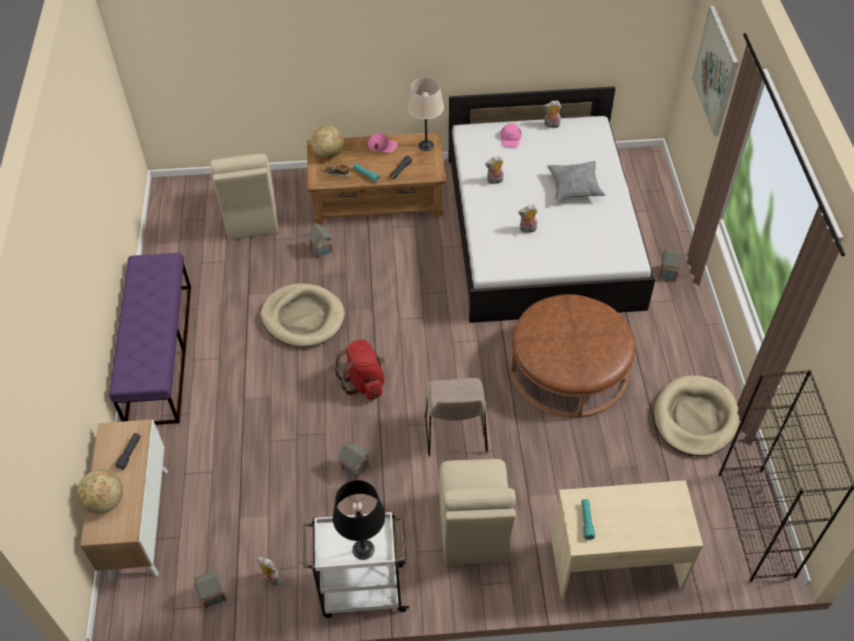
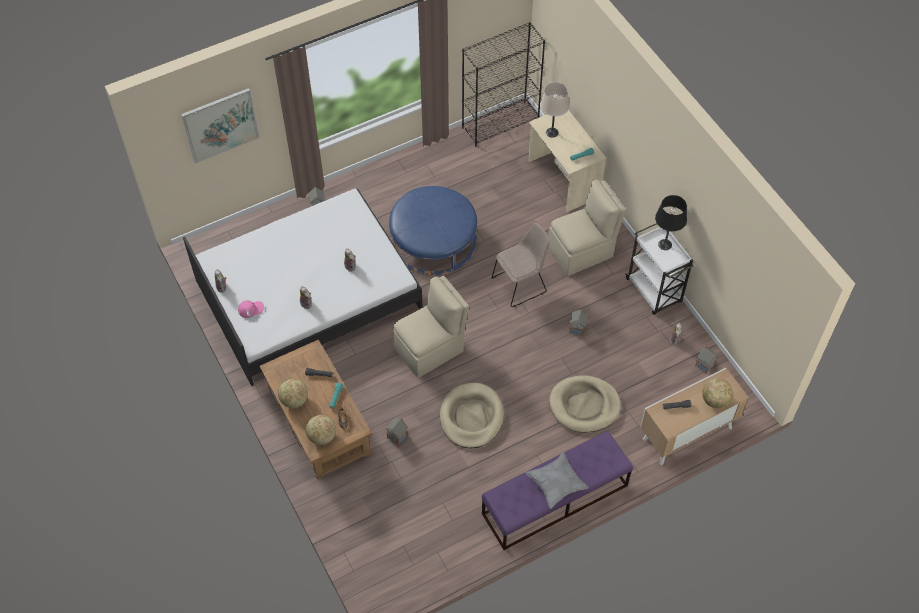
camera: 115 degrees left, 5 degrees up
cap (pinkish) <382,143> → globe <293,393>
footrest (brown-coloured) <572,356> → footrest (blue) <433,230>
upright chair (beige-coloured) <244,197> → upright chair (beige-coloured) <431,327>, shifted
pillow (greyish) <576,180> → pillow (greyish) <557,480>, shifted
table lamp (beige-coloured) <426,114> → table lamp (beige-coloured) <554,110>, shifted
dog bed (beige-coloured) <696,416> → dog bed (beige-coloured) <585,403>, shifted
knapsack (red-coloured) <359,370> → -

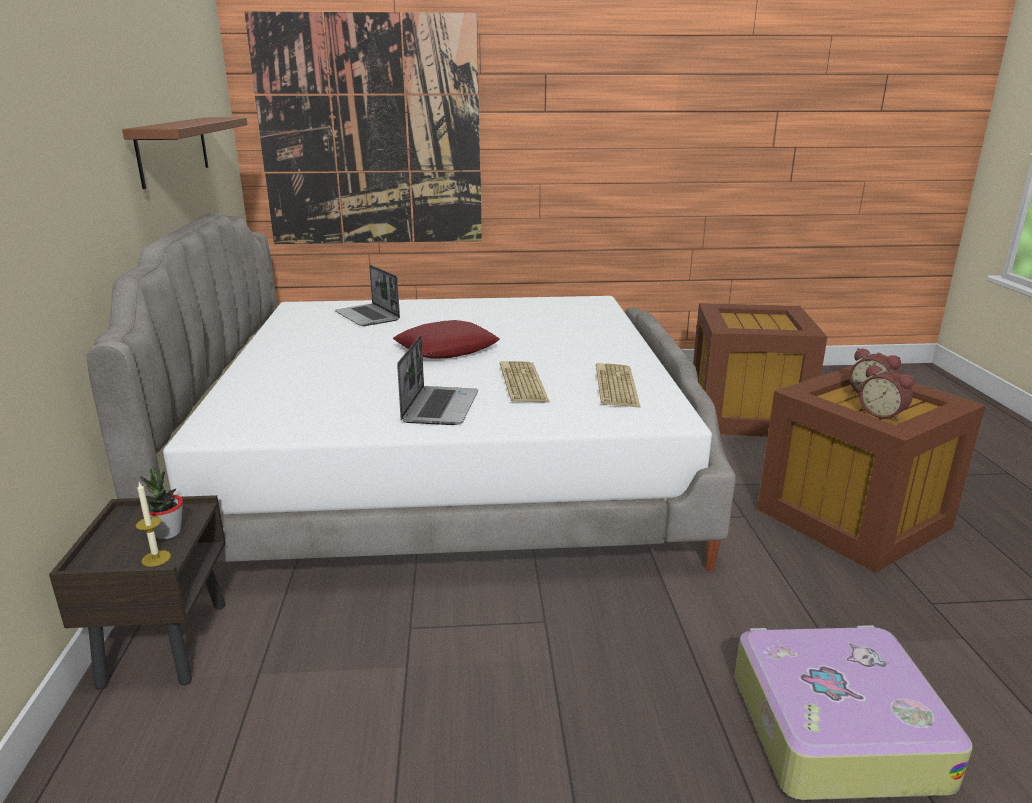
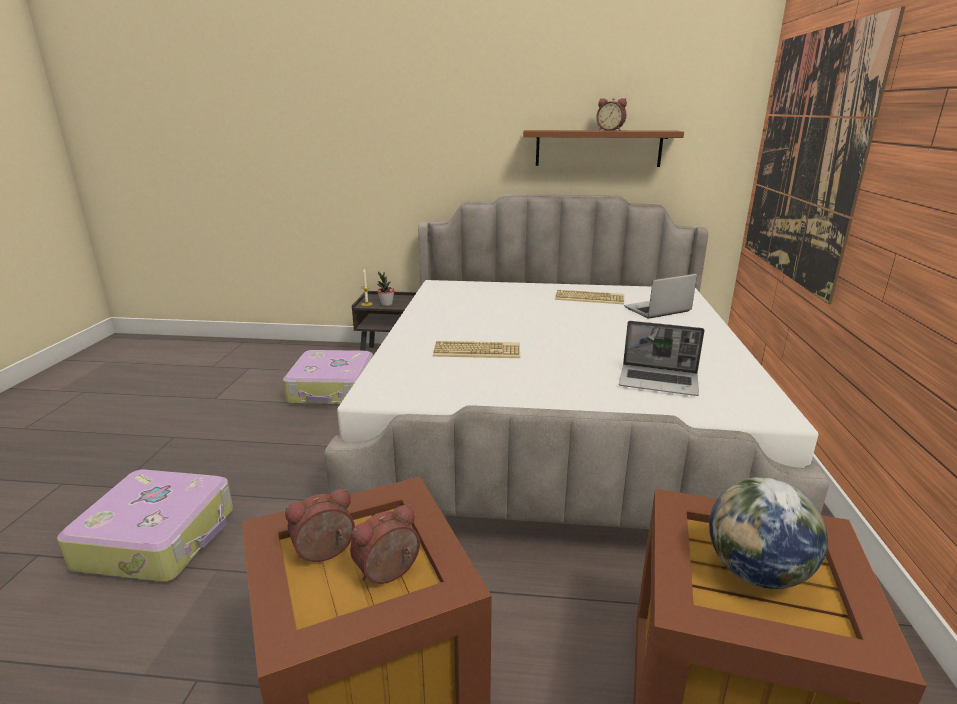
camera: 100 degrees right, 0 degrees up
- → travel case <328,377>
keyboard <618,385> → keyboard <589,297>, shifted
- → bedside clock <611,114>
portable computer <437,380> → portable computer <662,358>, shifted
- → globe <768,533>
pillow (red-coloured) <446,339> → -

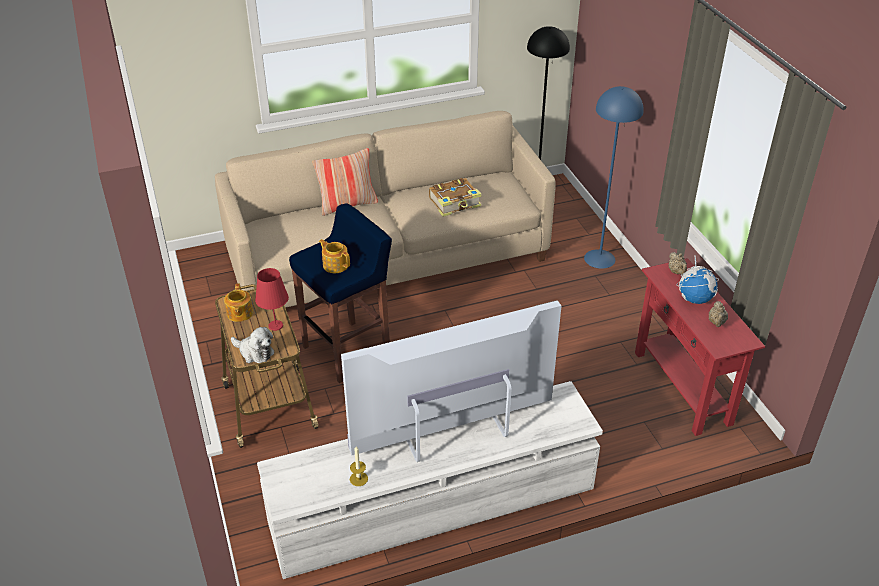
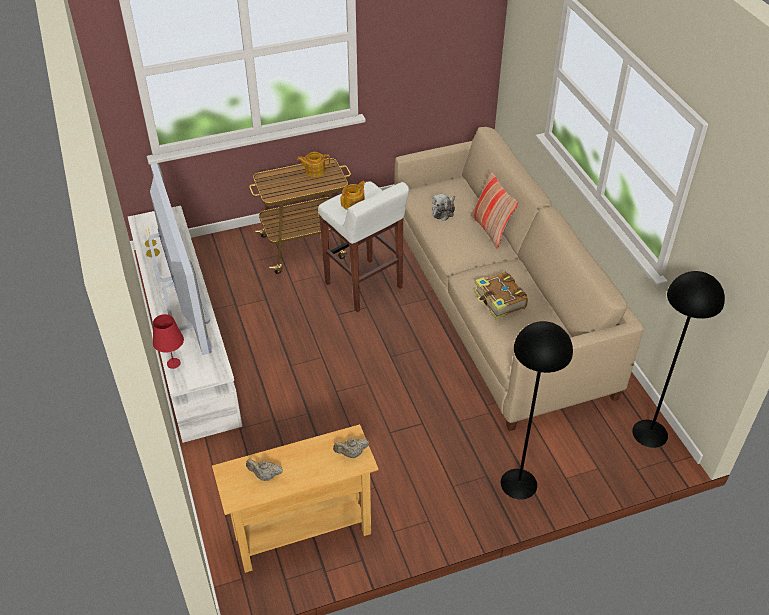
camera: 90 degrees right, 5 degrees up
table lamp (red-coloured) <272,299> → table lamp (red-coloured) <168,341>, shifted
hall table (red-coloured) <700,347> → hall table (beige-coloured) <295,498>
stool (blue) <340,293> → stool (white) <364,246>
plush toy <253,345> → plush toy <443,207>, shifted
standard lamp (blue) <614,177> → standard lamp (black-coloured) <537,410>
globe <697,279> → -

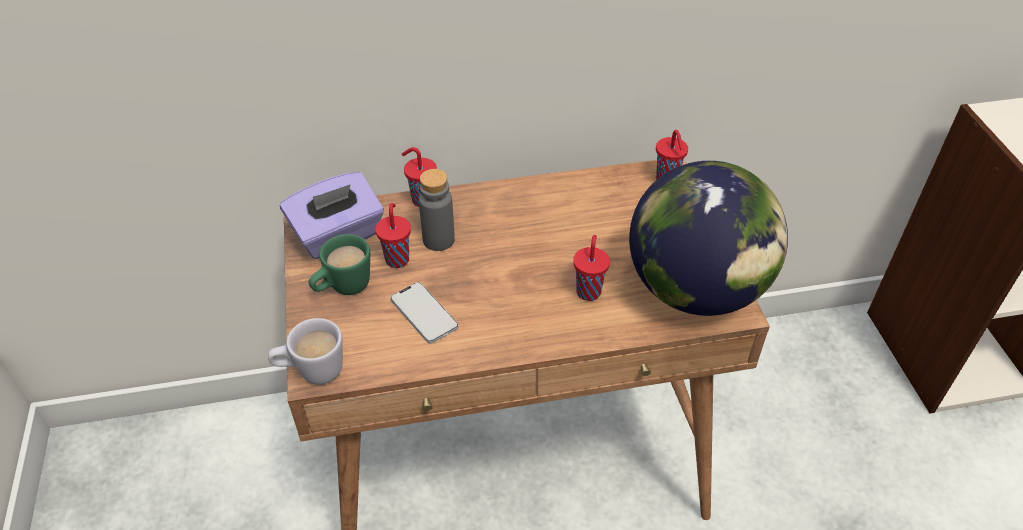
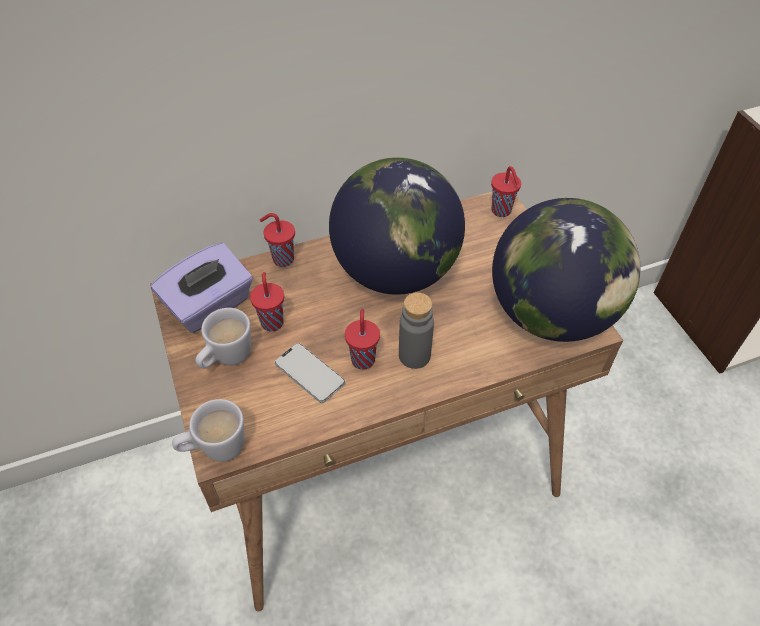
camera: 10 degrees left, 5 degrees up
mug (greenish) <339,264> → mug (white) <223,338>
- → globe <397,226>
drinking cup (red-coloured) <591,268> → drinking cup (red-coloured) <362,339>, shifted
drink bottle (greyish) <437,210> → drink bottle (greyish) <416,331>, shifted

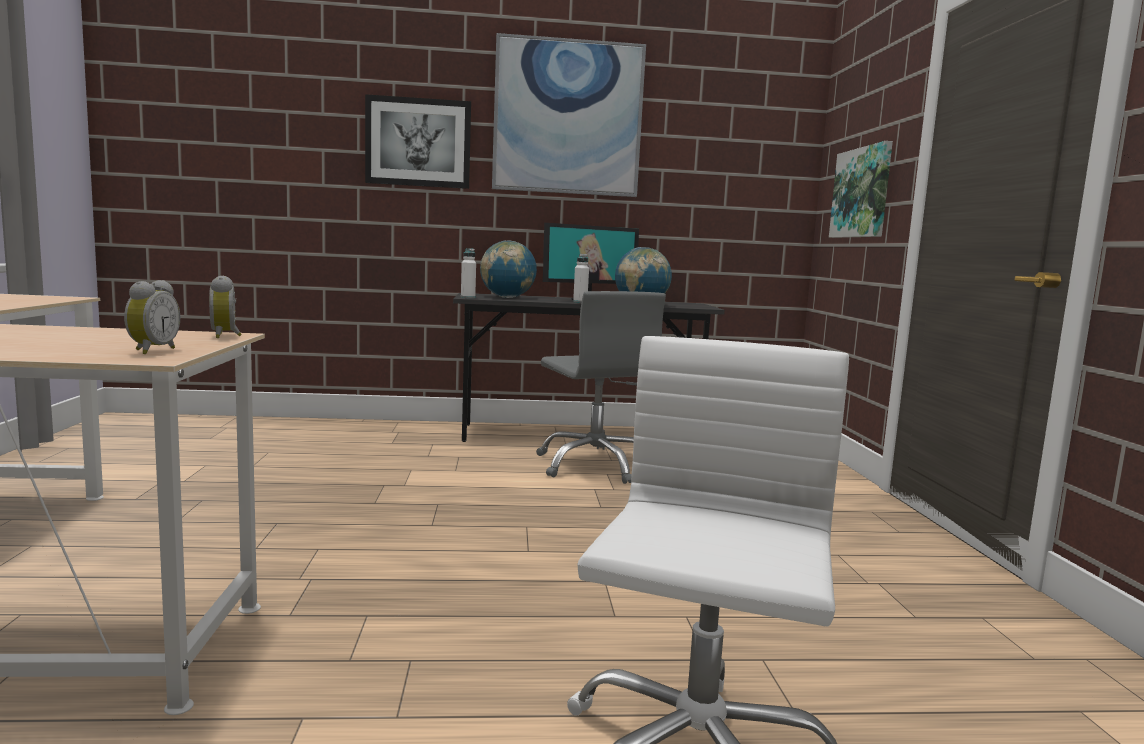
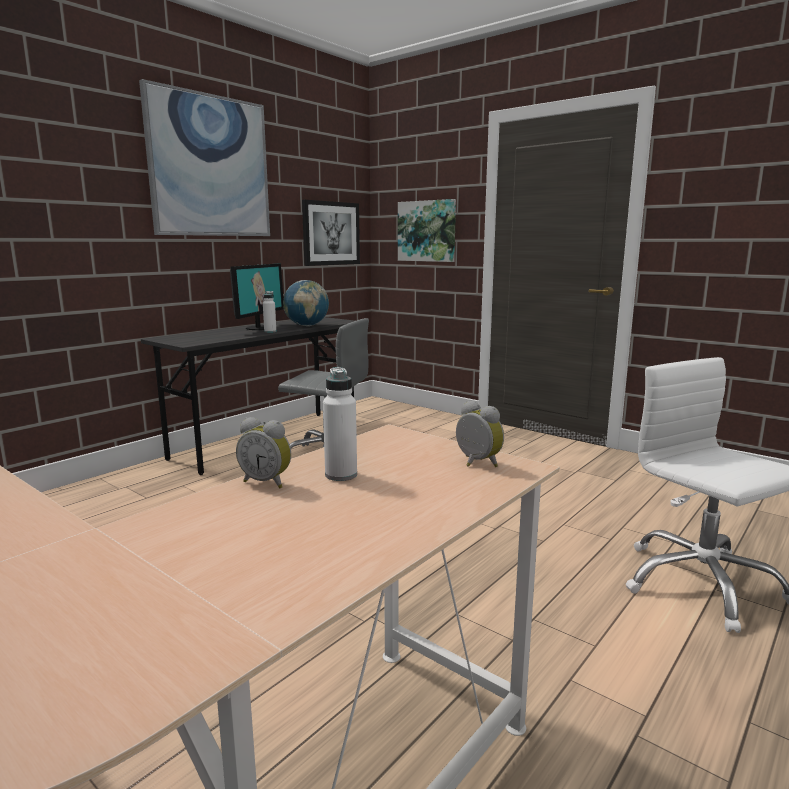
camera: 45 degrees left, 5 degrees up
bedside clock <225,307> → bedside clock <263,452>, shifted
wall picture <418,141> → wall picture <331,233>, shifted
drink bottle (white) <468,273> → drink bottle (white) <340,424>, shifted
globe <508,269> → -

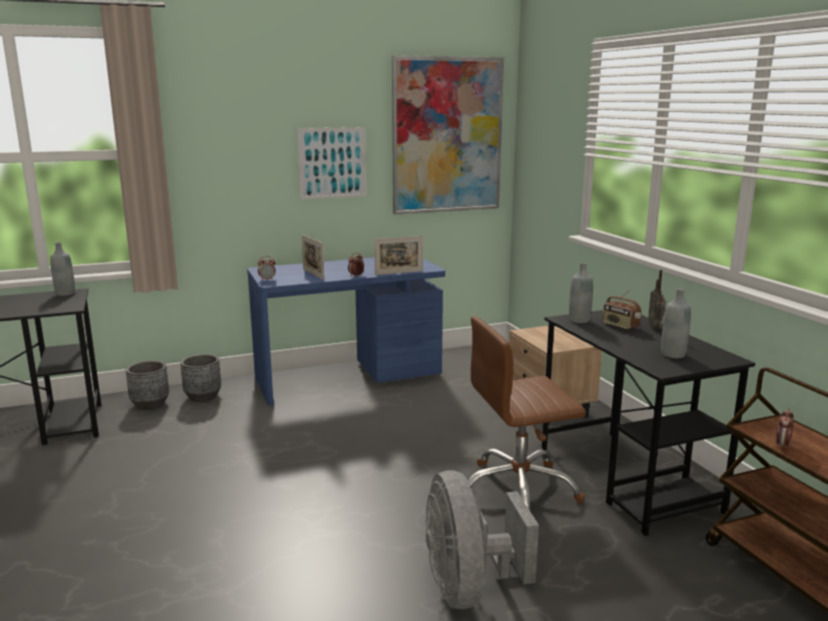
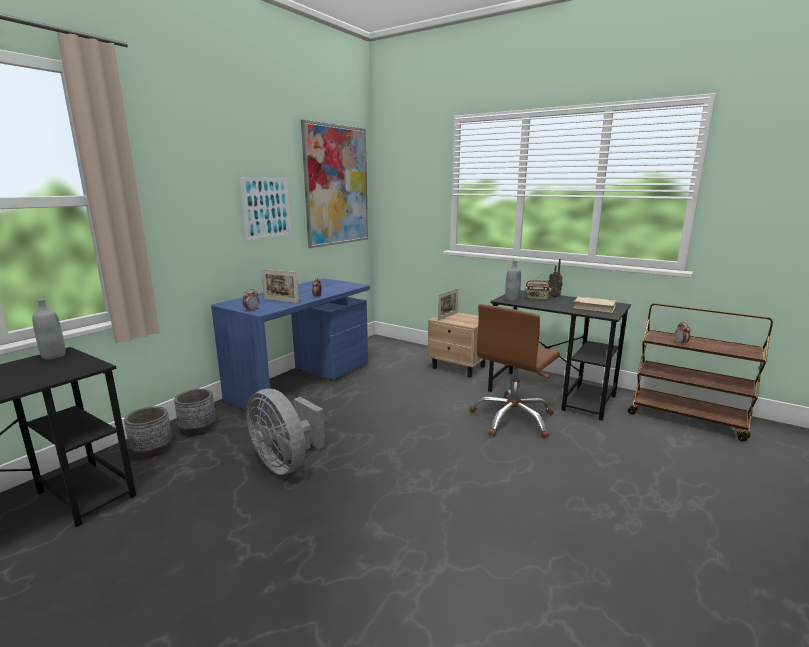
camera: 35 degrees left, 0 degrees up
cooling fan (greyish) <482,539> → cooling fan (greyish) <285,431>, shifted
picture frame <398,255> → picture frame <448,304>, shifted
drink bottle (greyish) <676,323> → volume (beige-coloured) <593,305>

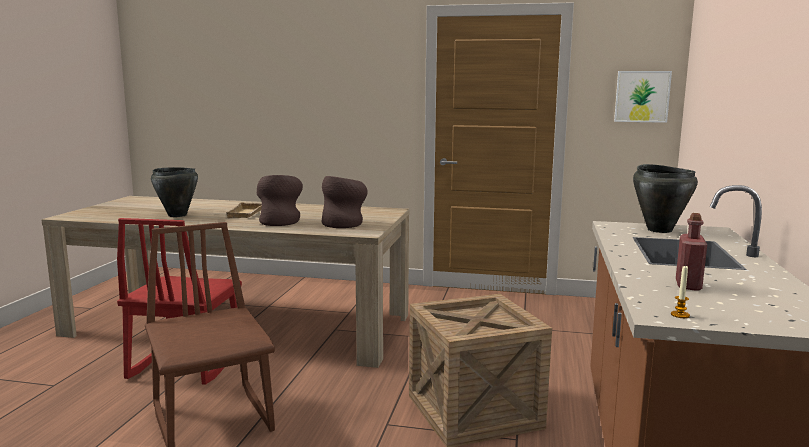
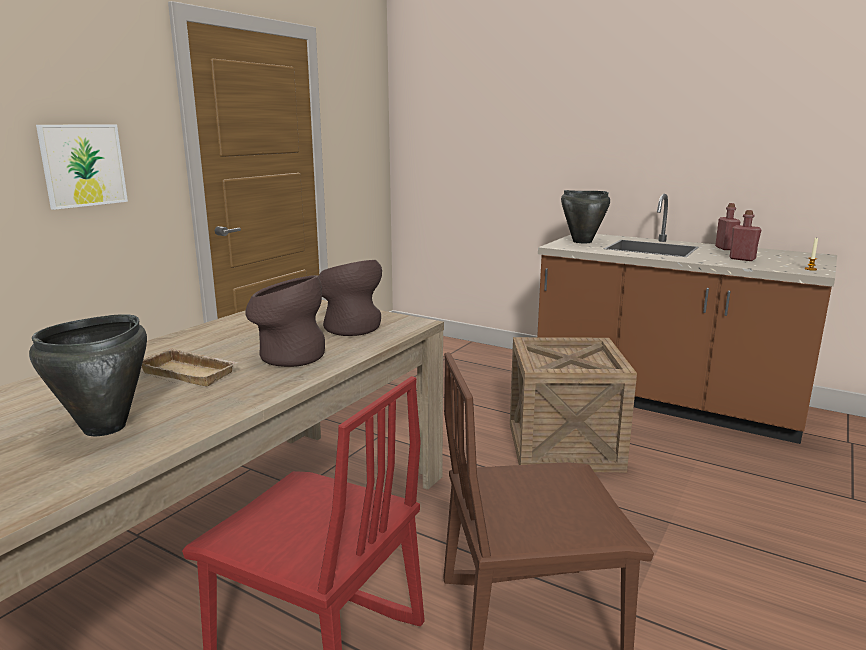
camera: 70 degrees left, 5 degrees up
wall picture <643,97> → wall picture <82,167>, shifted
- → drink bottle (red-coloured) <728,226>

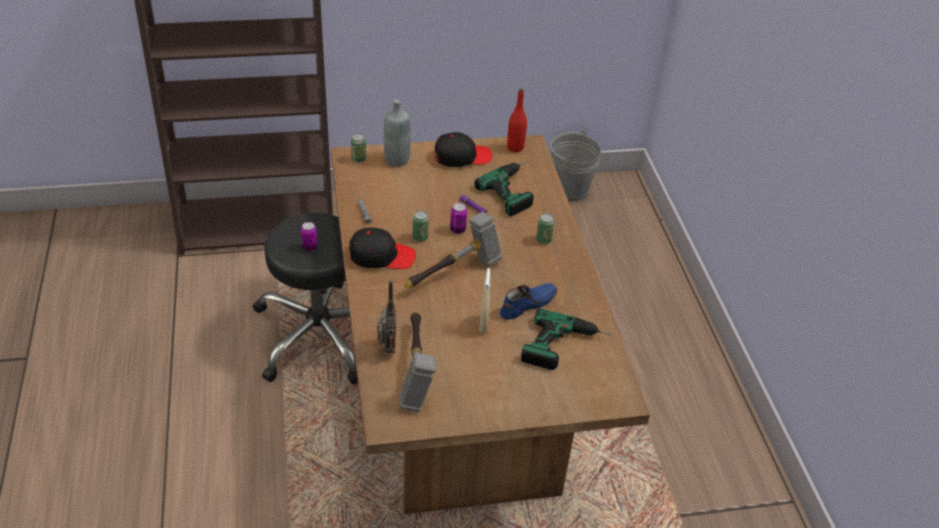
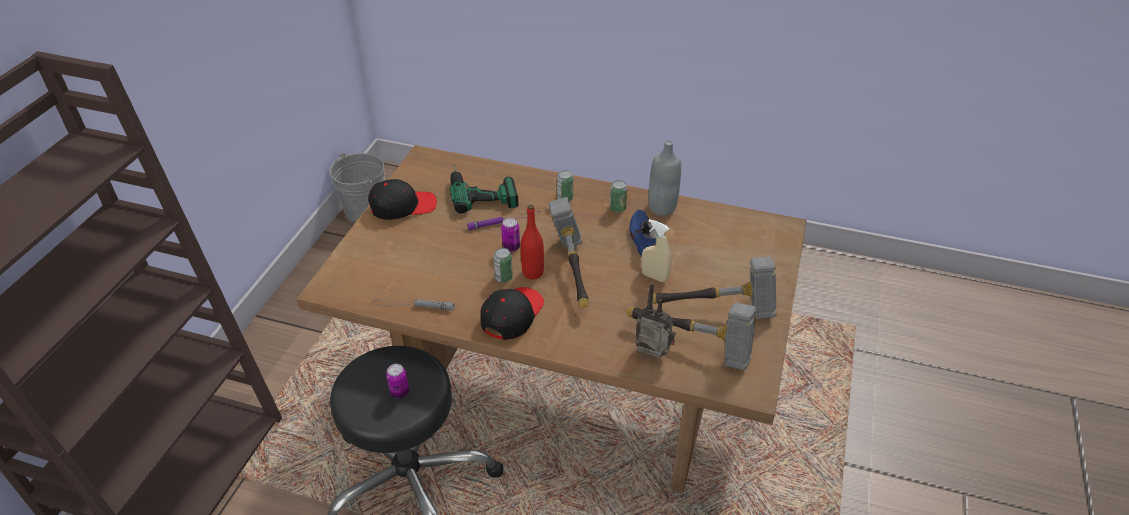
camera: 60 degrees left, 0 degrees up
cap (black-coloured) <463,149> → cap (black-coloured) <402,199>, 60 degrees clockwise
drink bottle (red-coloured) <517,120> → drink bottle (red-coloured) <532,241>, shifted
metal can <358,148> → metal can <618,196>, shifted
drink bottle (greyish) <397,133> → drink bottle (greyish) <665,178>, shifted
- → hand hammer <714,288>
electric drill <567,339> → -

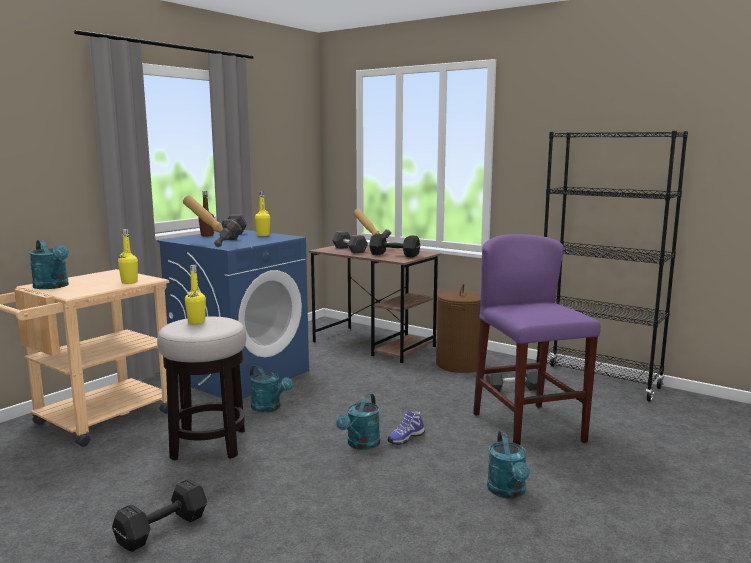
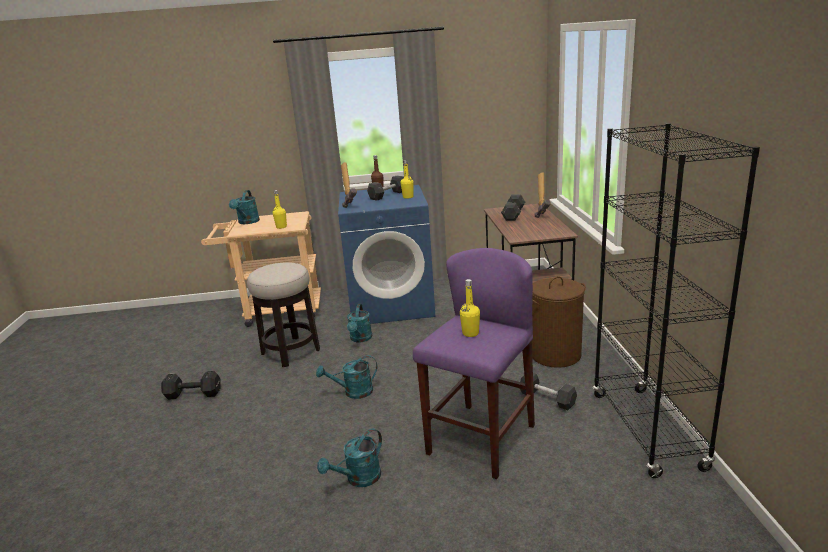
camera: 50 degrees right, 10 degrees up
drink bottle (yellowish) <195,294> → drink bottle (yellowish) <470,308>, shifted
free weight (black-coloured) <394,246> → -
shoe <406,428> → -

